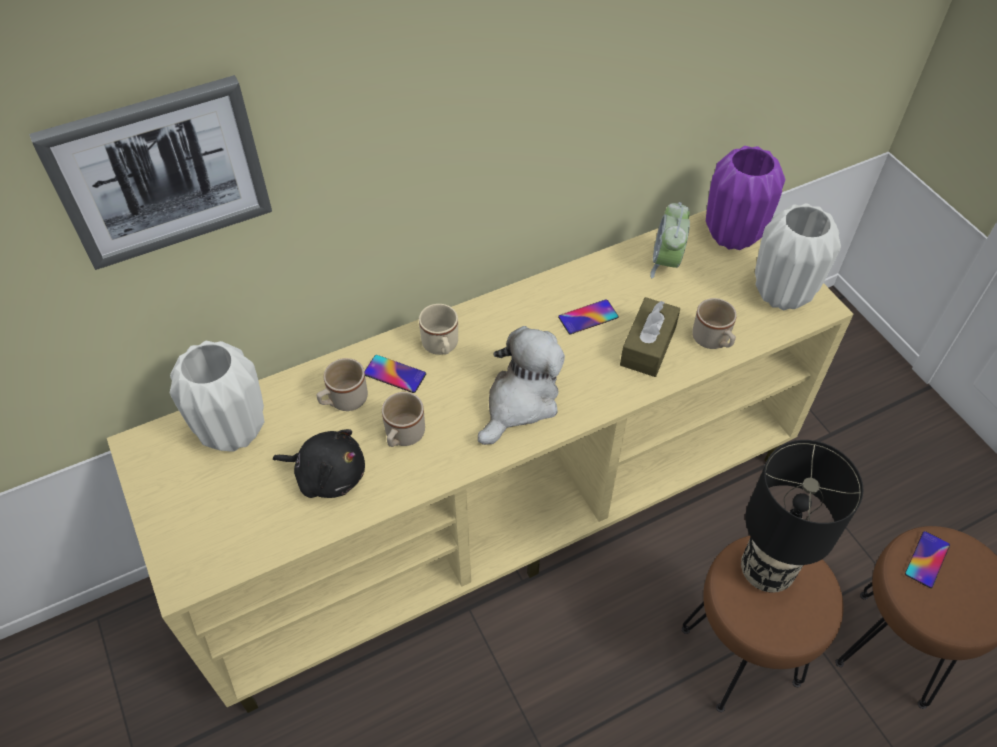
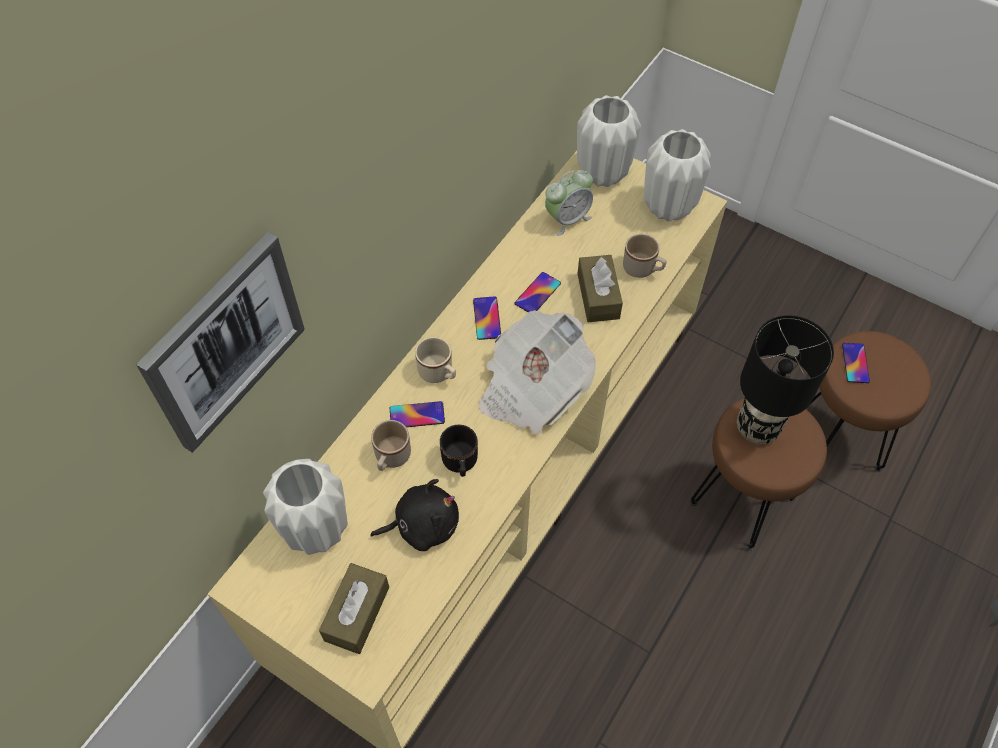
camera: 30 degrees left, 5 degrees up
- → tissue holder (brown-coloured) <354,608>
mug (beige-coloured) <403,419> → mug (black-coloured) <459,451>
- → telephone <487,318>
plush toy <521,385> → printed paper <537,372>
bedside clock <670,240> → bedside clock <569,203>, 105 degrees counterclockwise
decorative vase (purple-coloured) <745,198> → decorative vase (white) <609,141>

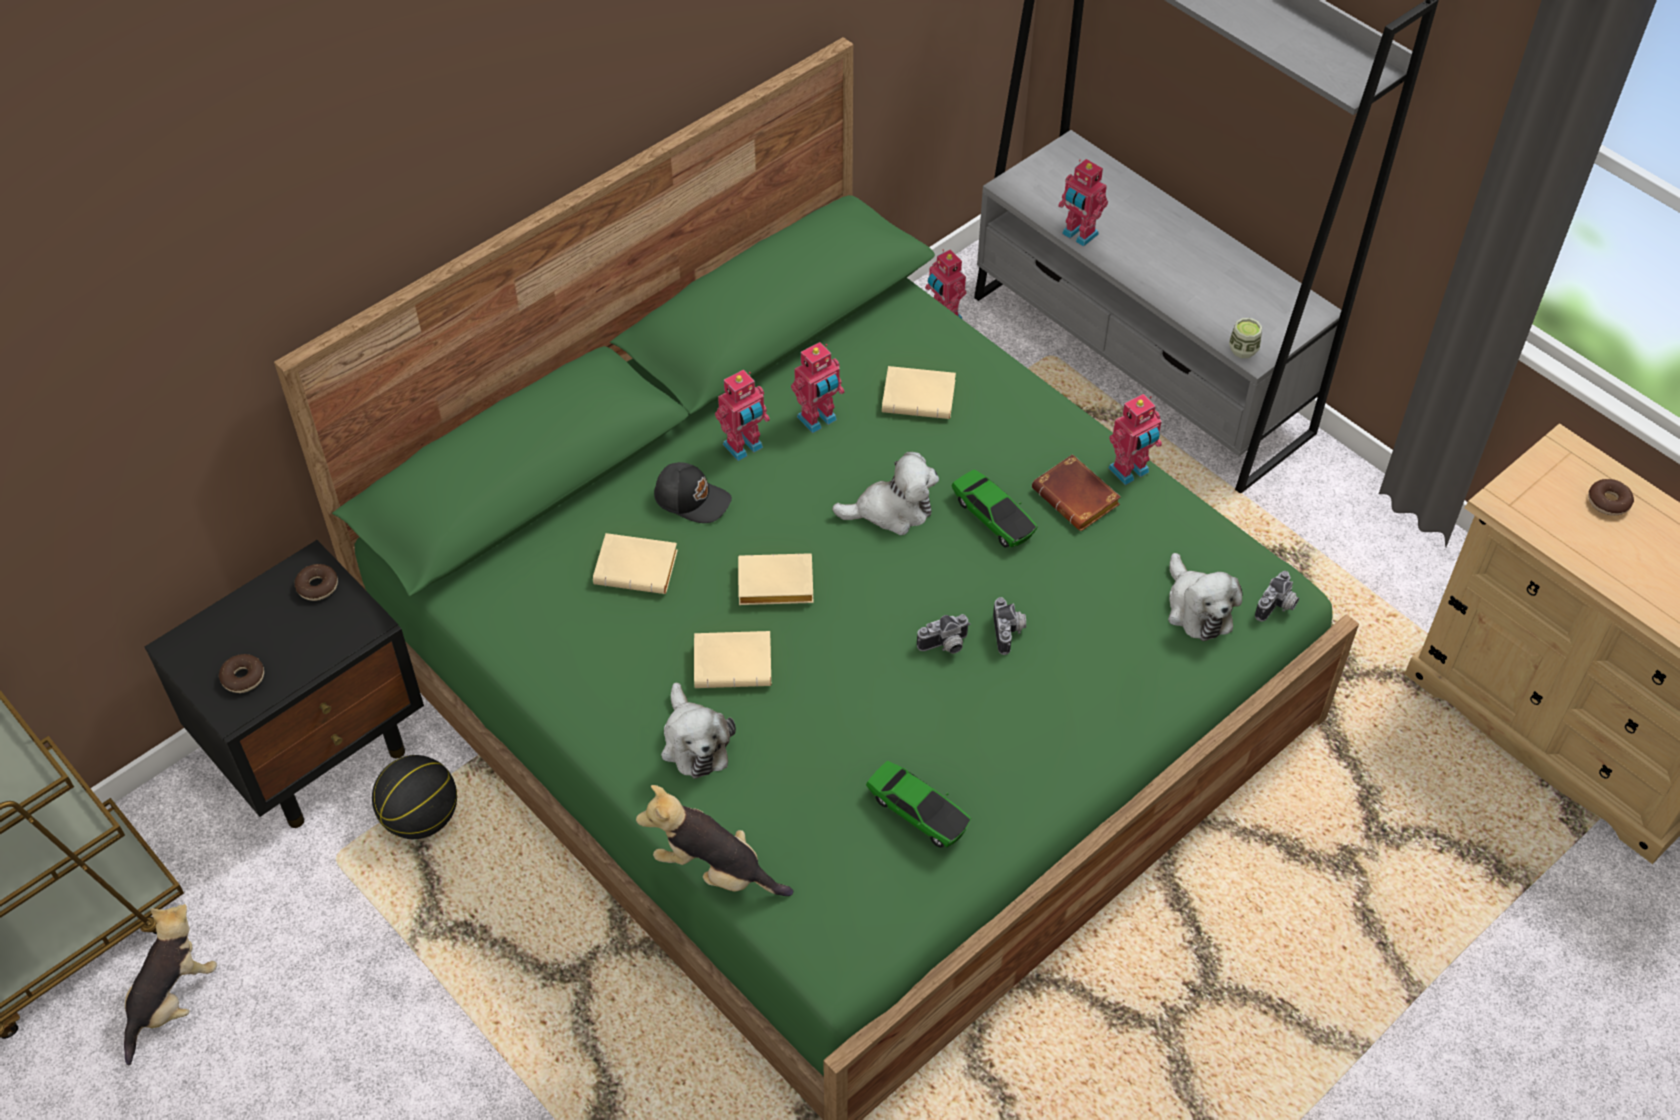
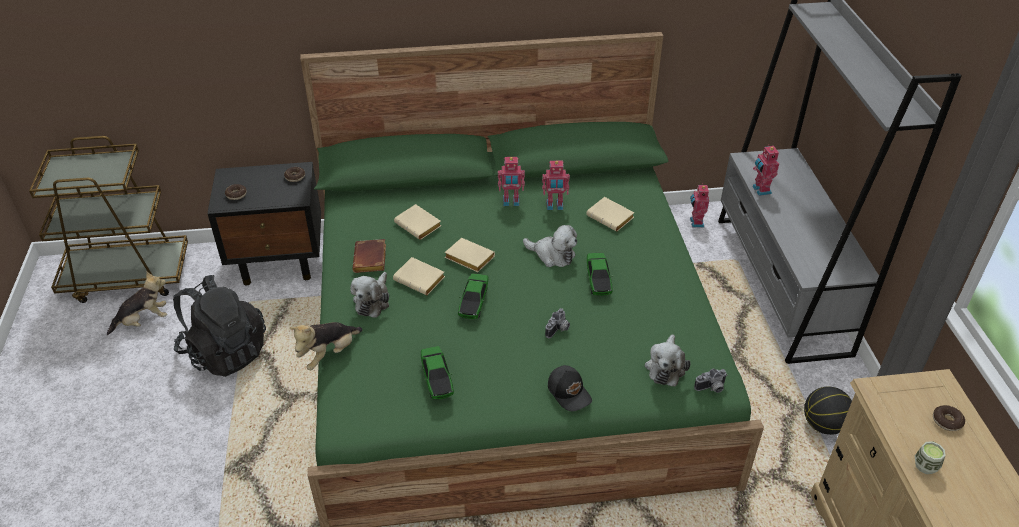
camera: 35 degrees right, 10 degrees down
- → knapsack (black-coloured) <219,326>
plush toy <714,840> → plush toy <325,346>, 105 degrees counterclockwise
volume (brown-coloured) <1076,492> → volume (brown-coloured) <369,256>, shifted
- → toy car <473,296>
cap (black-coloured) <693,492> → cap (black-coloured) <570,388>, shifted
basketball ball <414,797> → basketball ball <828,411>, shifted
drinking cup <1245,338> → drinking cup <930,457>, shifted
still camera <943,634> → -
model robot <1135,439> → -

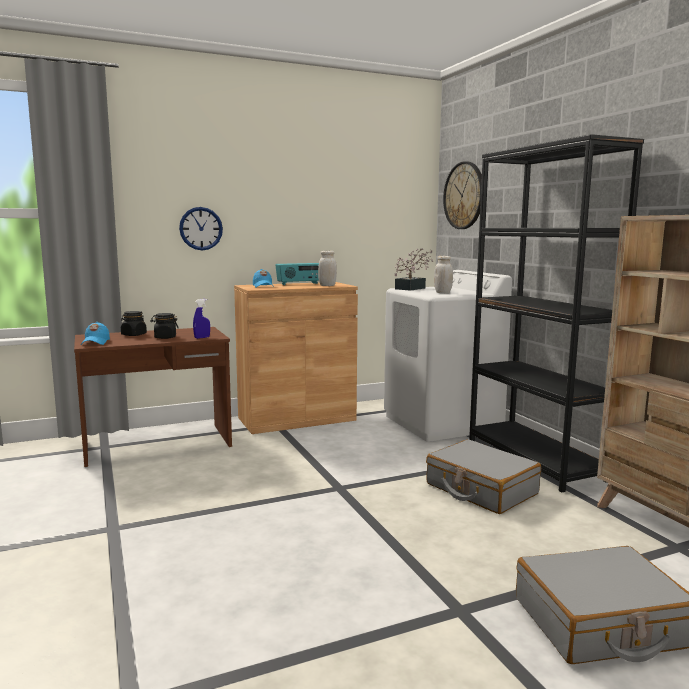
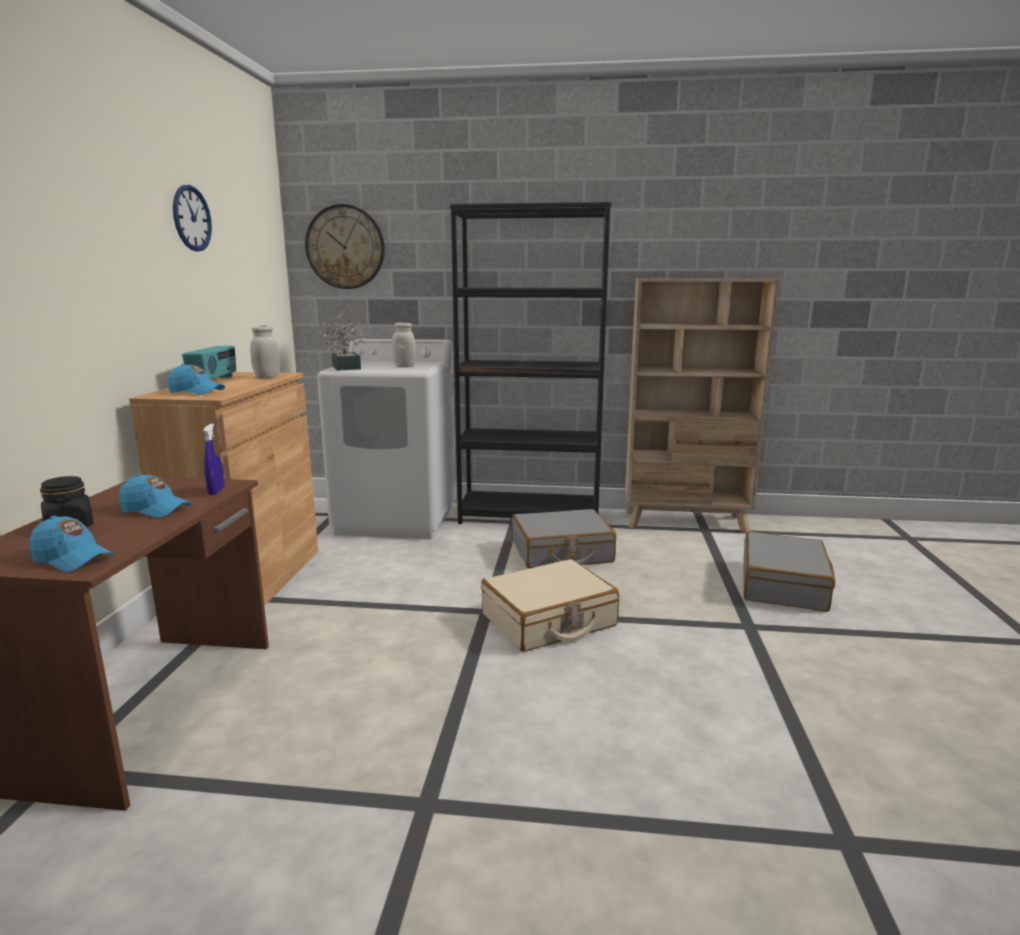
camera: 60 degrees left, 5 degrees up
jar (black-coloured) <164,326> → cap (blue) <155,496>
hanging clock <201,228> → hanging clock <192,218>, shifted
- → travel case (beige-coloured) <550,605>

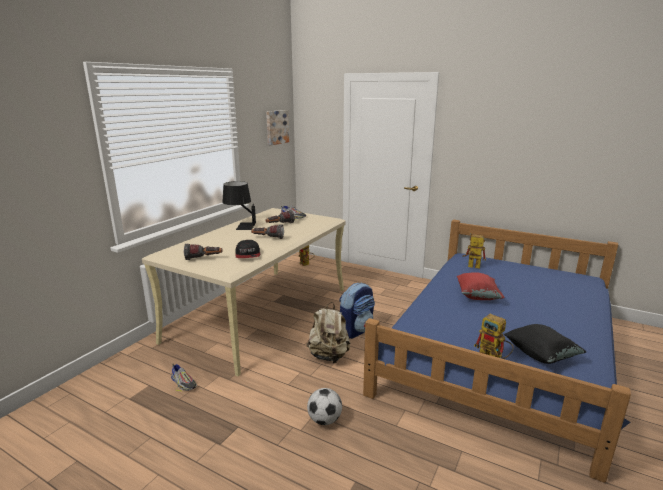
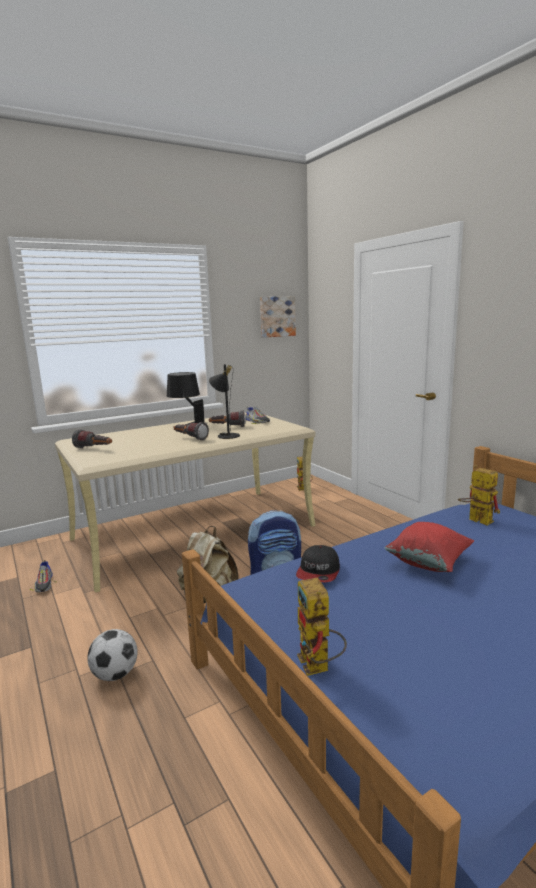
camera: 30 degrees right, 5 degrees down
- → table lamp (black-coloured) <224,401>
cap <247,249> → cap <318,563>, shifted
pillow (black-coloured) <545,344> → -

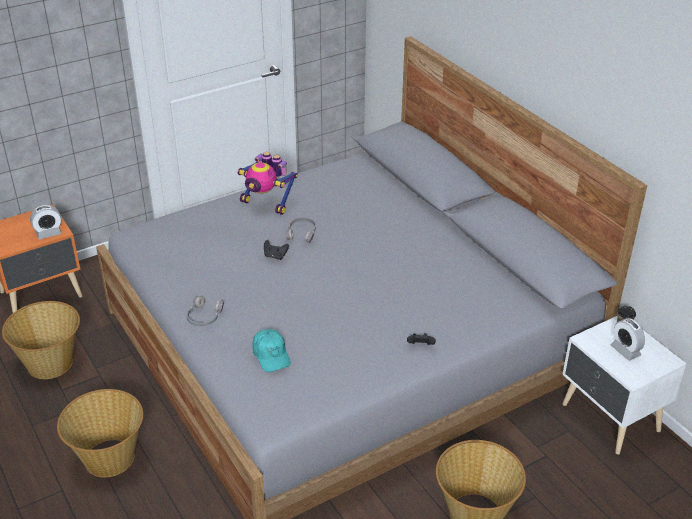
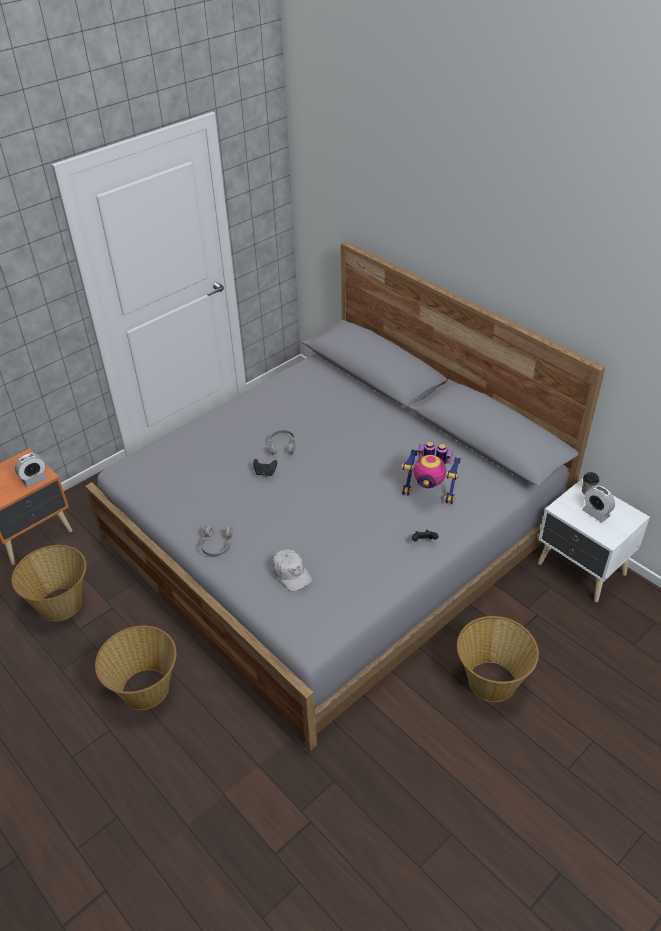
camera: 10 degrees left, 5 degrees up
cap (turquoise-coloured) <271,350> → cap (white) <292,570>
model robot <267,183> → model robot <431,472>, shifted

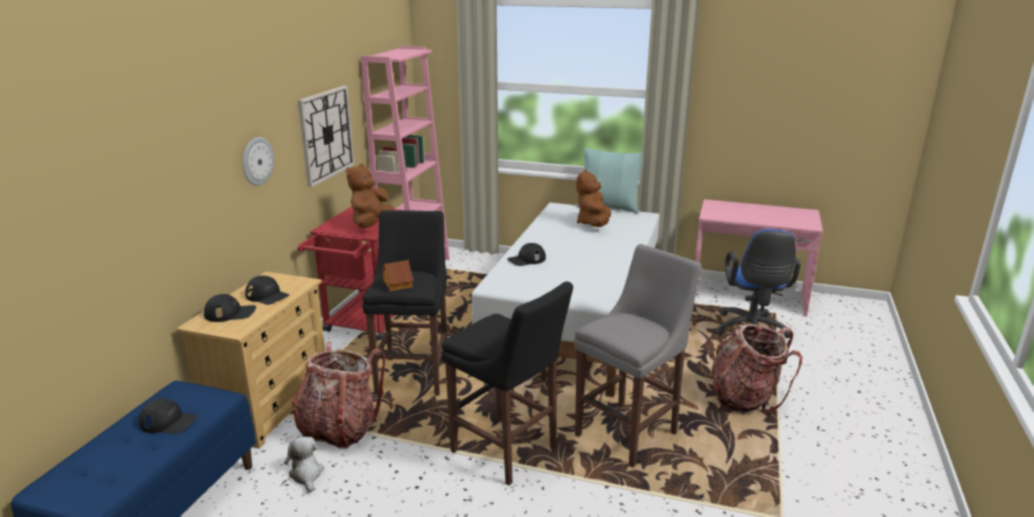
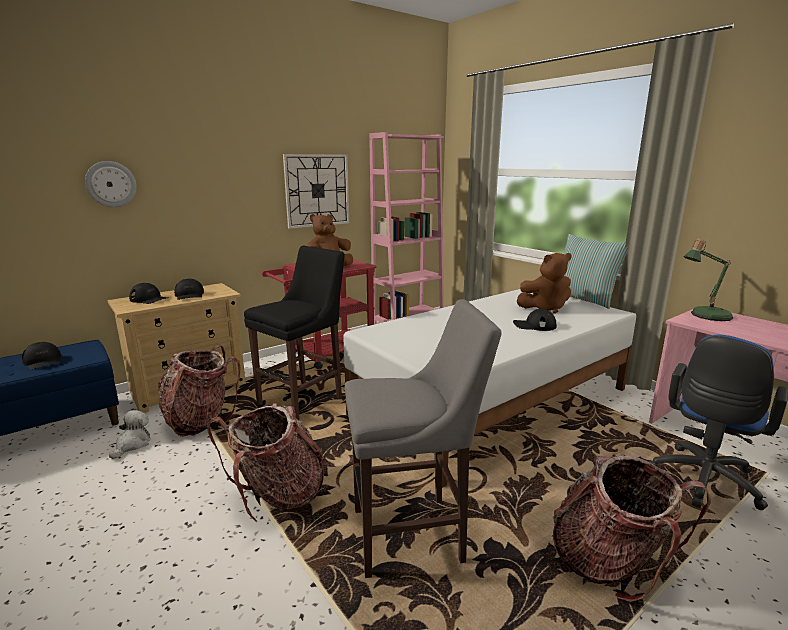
camera: 35 degrees right, 5 degrees down
hanging clock <258,161> → hanging clock <111,184>, shifted
stool (black-coloured) <507,383> → knapsack <265,462>
cap (black-coloured) <526,254> → cap (black-coloured) <535,320>, shifted
plush toy (brown-coloured) <593,198> → plush toy (brown-coloured) <544,283>, 150 degrees counterclockwise
- → table lamp <708,279>
miniature house <398,275> → -

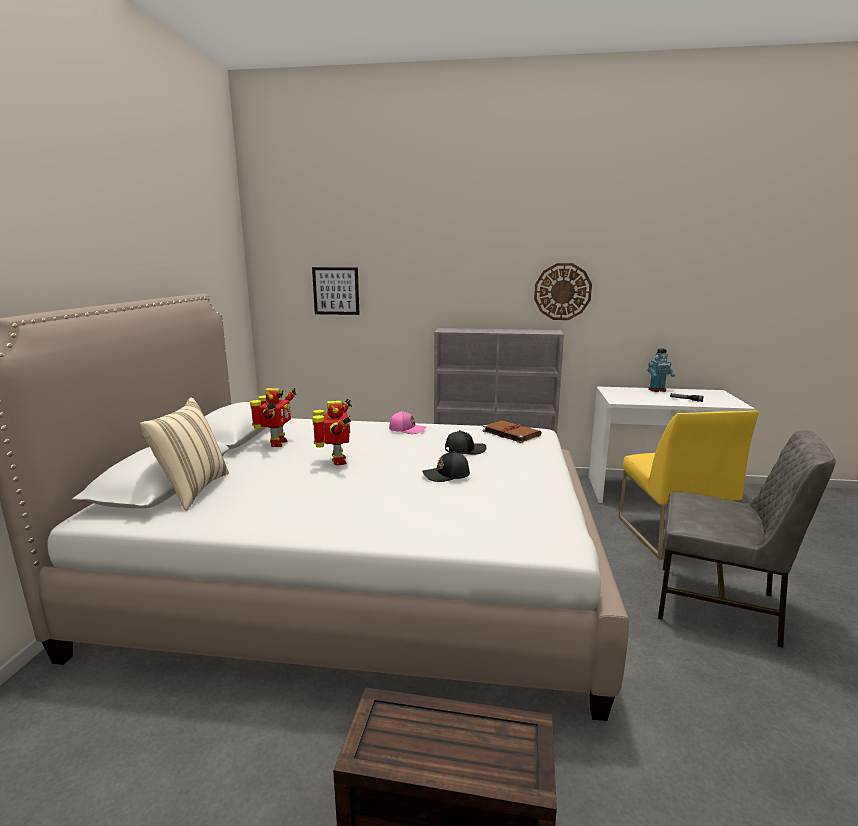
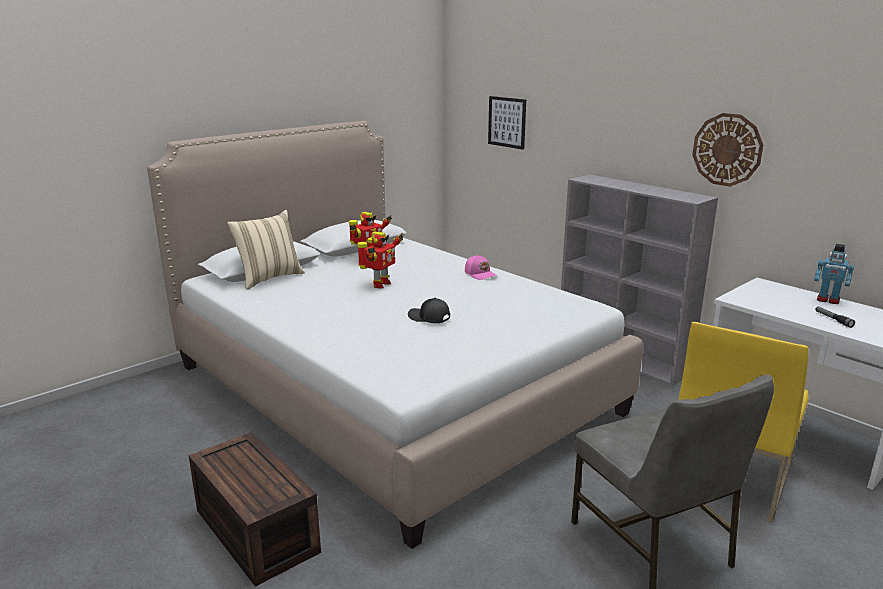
camera: 40 degrees right, 5 degrees up
cap (black-coloured) <466,442> → -
volume (brown-coloured) <512,431> → -

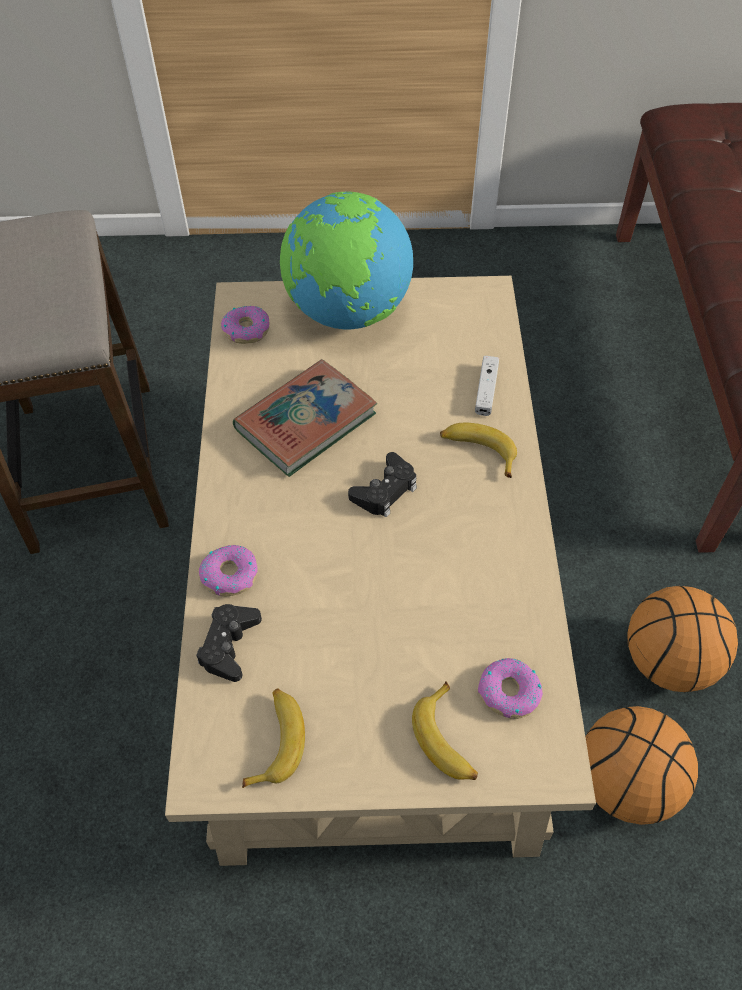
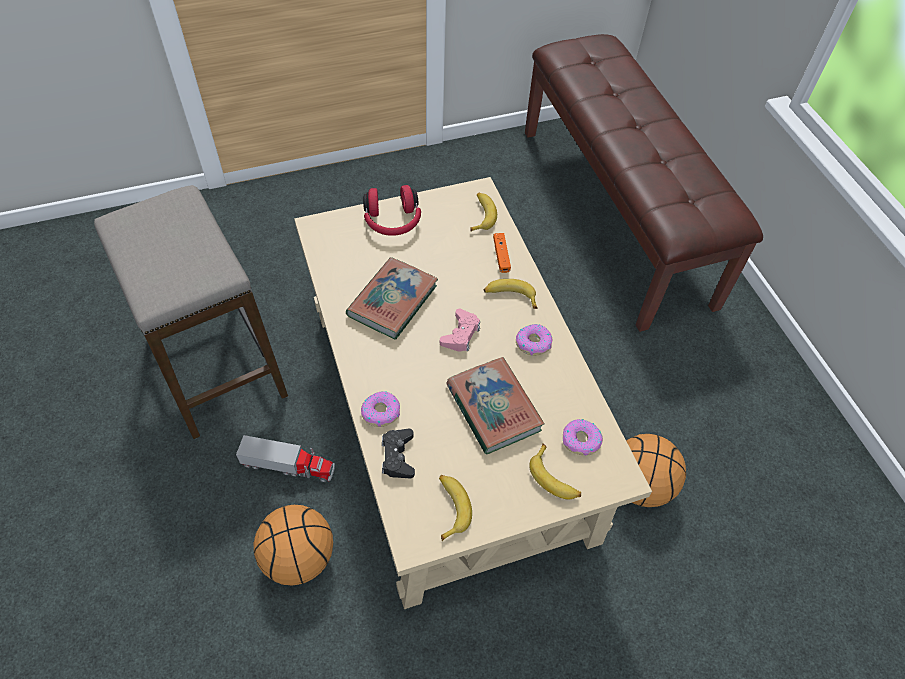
camera: 20 degrees left, 0 degrees up
- → toy truck <285,458>
basketball ball <682,639> → basketball ball <293,545>, shifted
globe <346,260> → pair of headphones (red-coloured) <392,210>
game controller (black-coloured) <382,484> → game controller (pinkish) <460,330>
- → volume <495,405>
- → whole banana <483,212>
game controller (white) <487,386> → game controller (orangey) <502,253>
doughnut <245,325> → doughnut <534,340>, shifted

